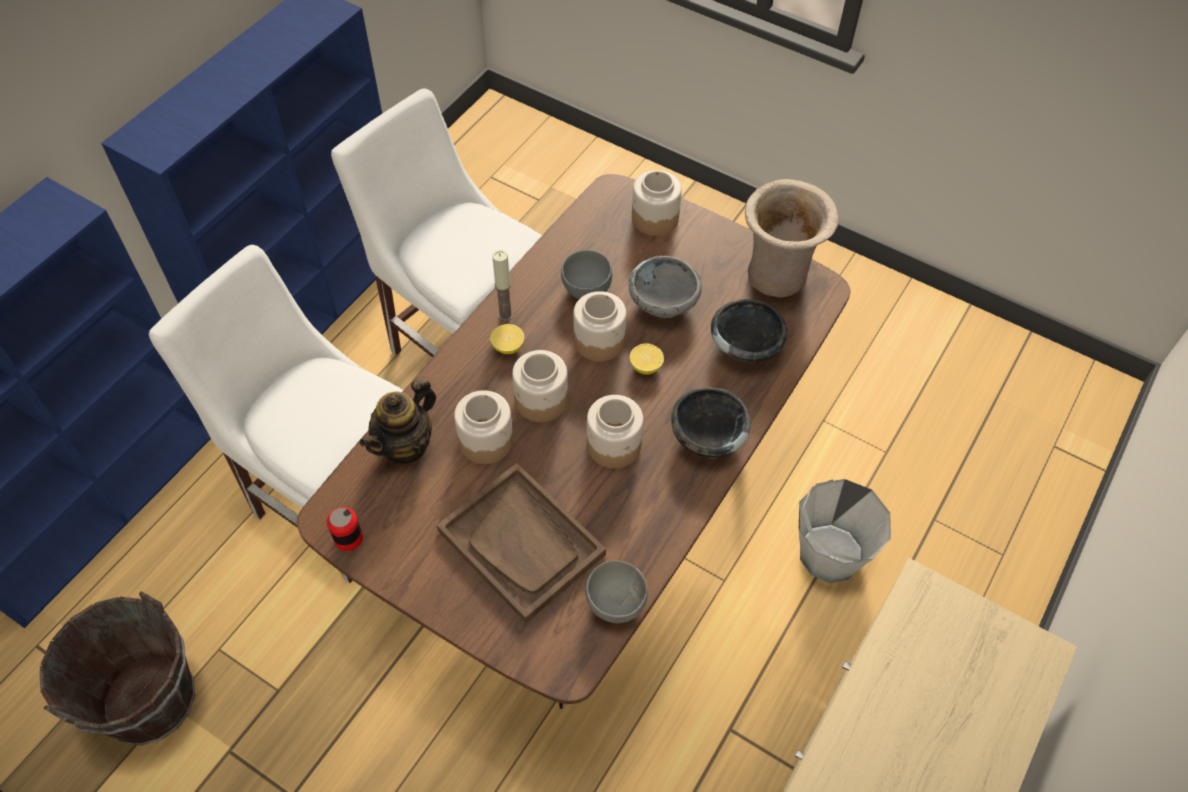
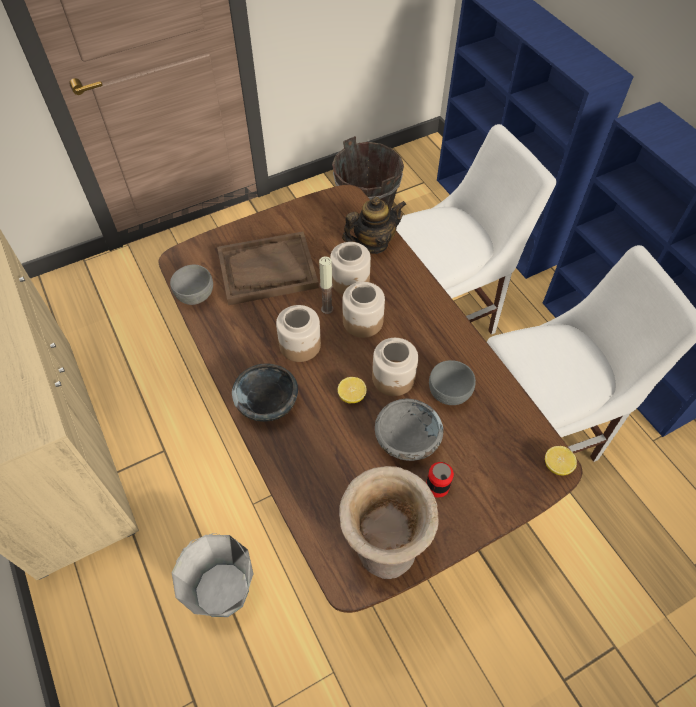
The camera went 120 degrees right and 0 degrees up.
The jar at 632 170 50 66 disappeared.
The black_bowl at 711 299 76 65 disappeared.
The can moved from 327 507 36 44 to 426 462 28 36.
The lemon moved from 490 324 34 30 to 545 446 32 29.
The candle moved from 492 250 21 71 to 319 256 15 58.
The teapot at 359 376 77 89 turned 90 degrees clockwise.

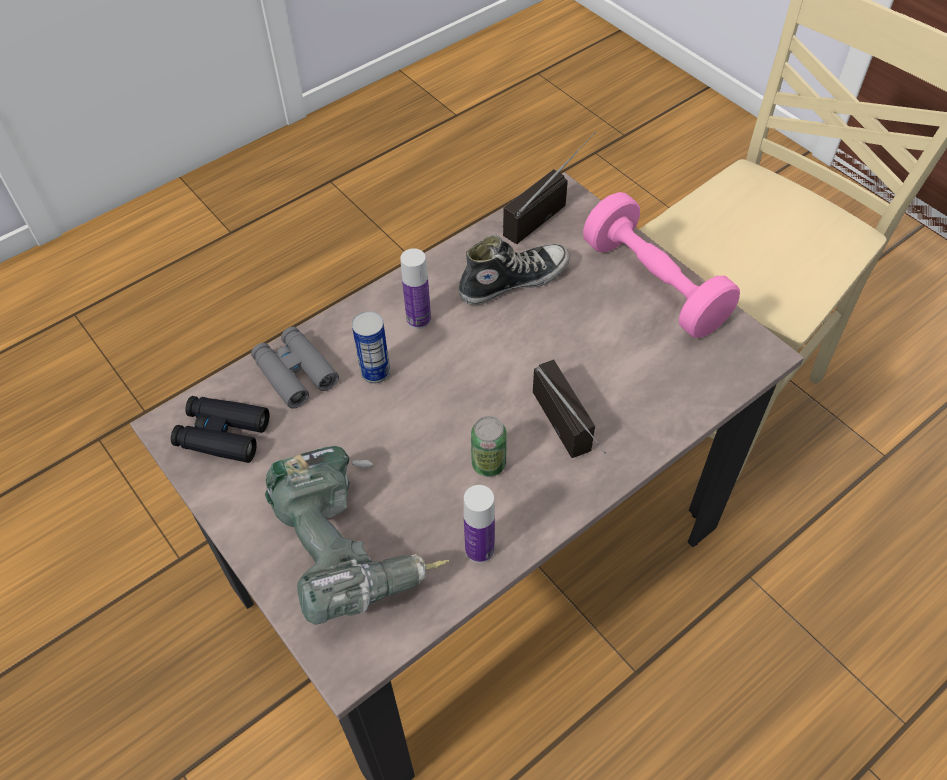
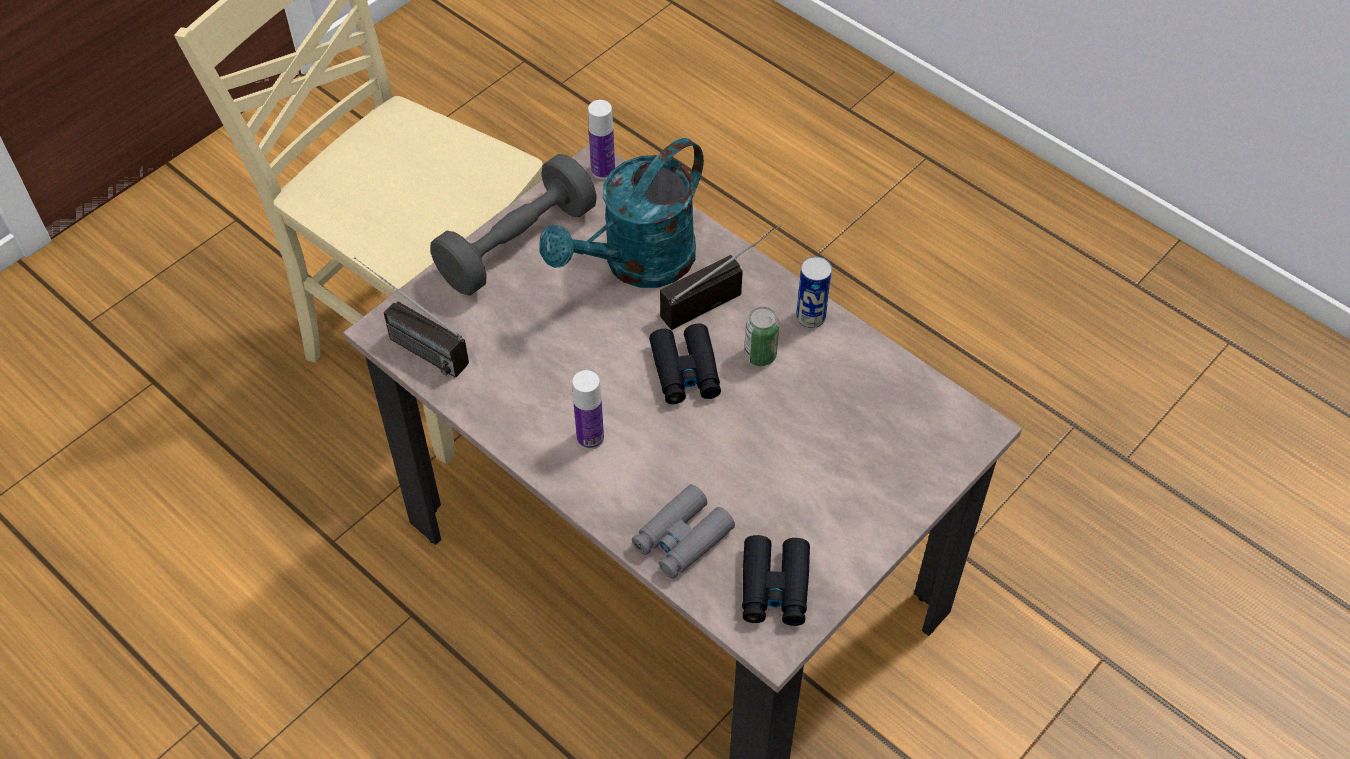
The camera went 100 degrees left and 0 degrees up.
The power_drill at 265 446 184 179 disappeared.
The shoe at 459 235 111 70 disappeared.
The turquoise_watering_can at 539 138 165 150 appeared.
The black_binoculars at 649 323 72 81 appeared.
The can moved from 352 311 38 72 to 796 257 36 71.
The bottle moved from 464 485 31 78 to 588 100 27 79.
The pink_dumbbell at 583 192 157 146 became the grey_dumbbell at 430 154 167 142.

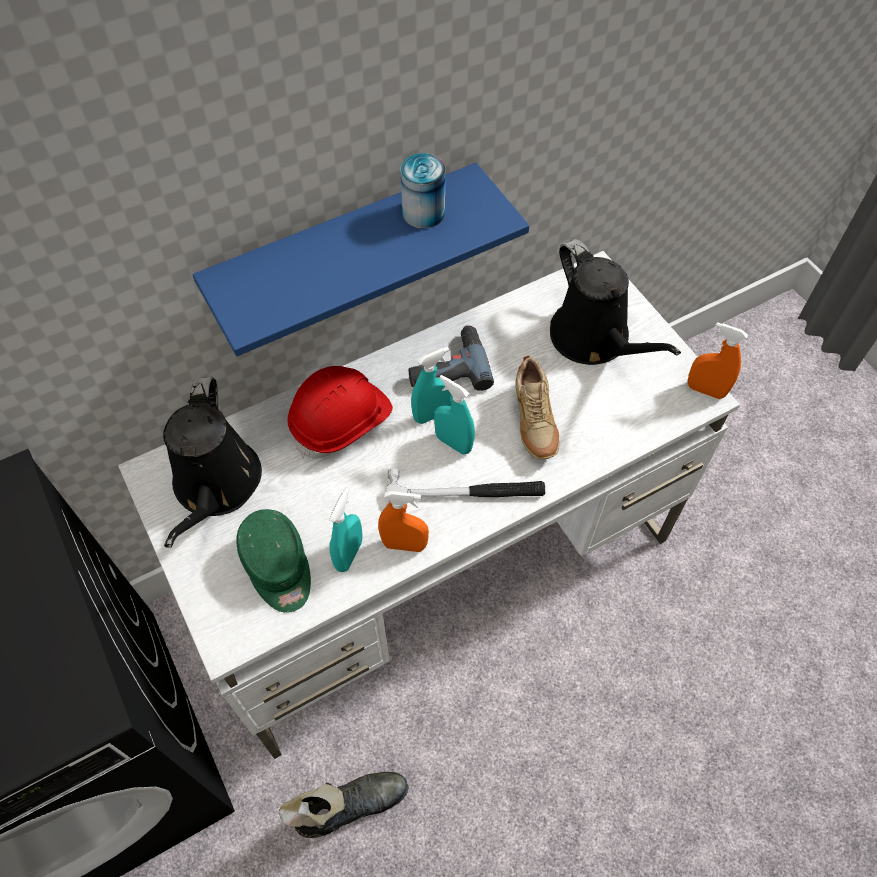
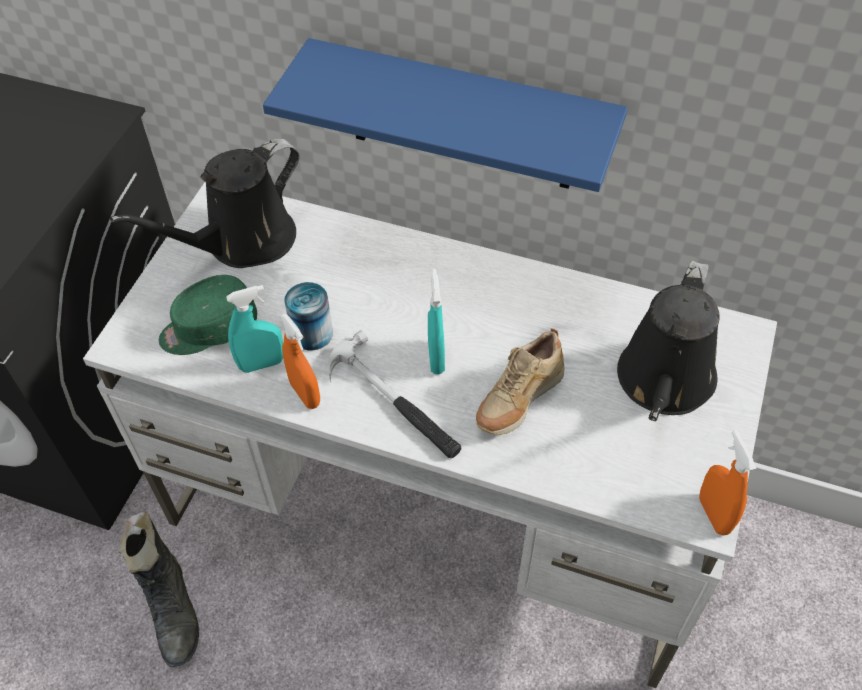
The camera went 50 degrees right and 5 degrees down.
The red_hard_hat at 287 366 106 93 disappeared.
The power_drill at 408 325 86 66 disappeared.
The turquoise_spray_bottle at 411 347 41 77 disappeared.
The can moved from 400 153 45 76 to 284 282 49 68.
The green_cap at 236 509 75 104 turned 45 degrees clockwise.
The black_boot at 279 772 129 66 turned 45 degrees clockwise.

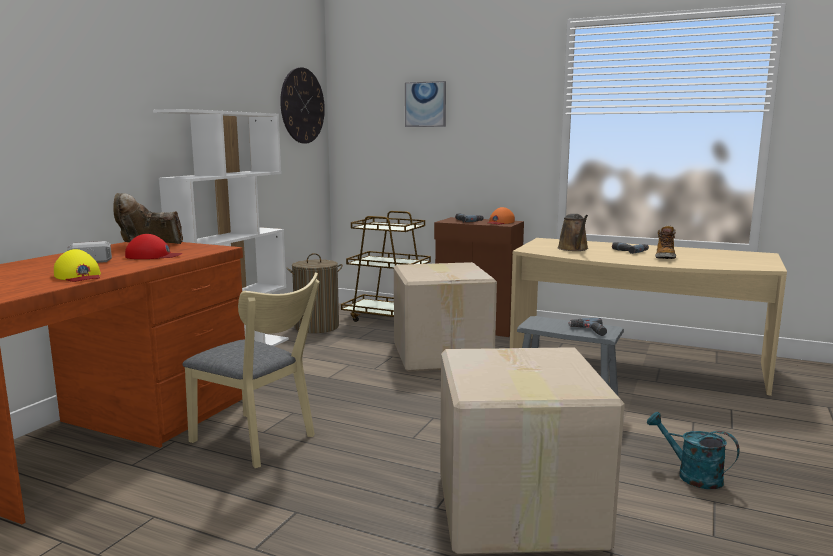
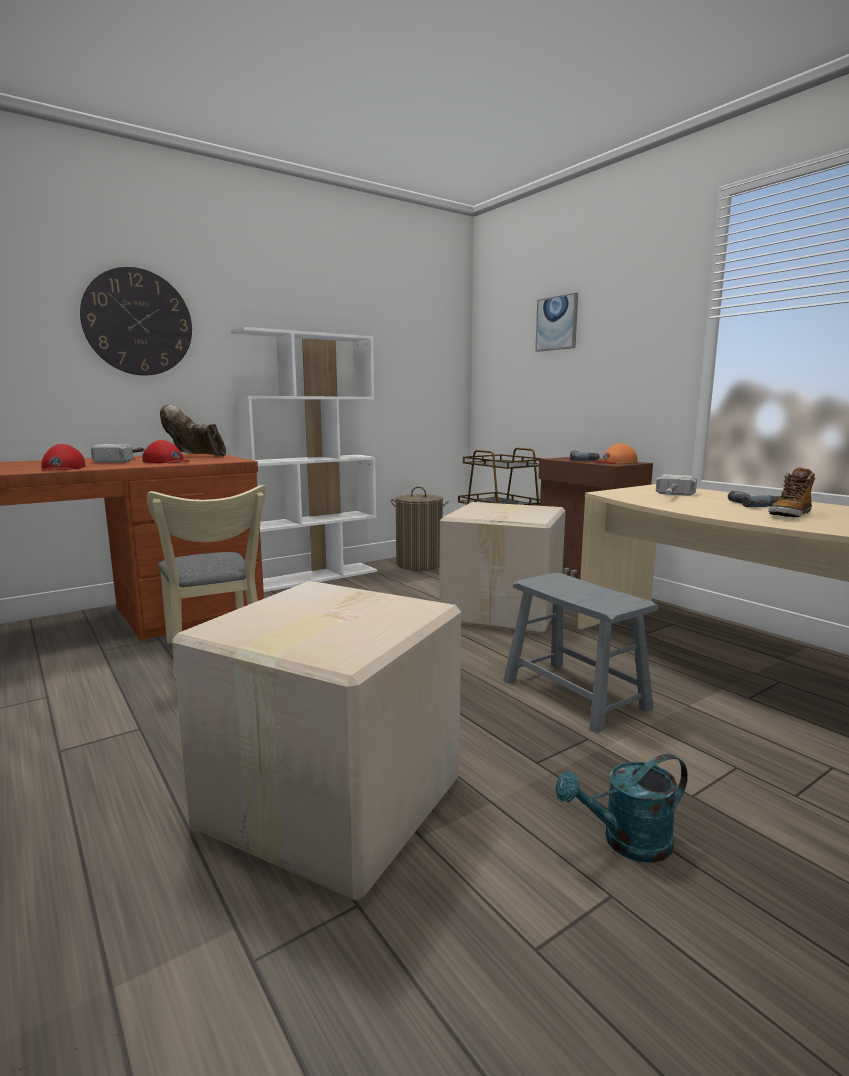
The camera went 30 degrees right and 0 degrees up.
The power_drill at 568 318 39 18 disappeared.
The wall_clock moved from 280 67 45 77 to 80 267 112 109.
The brown_watering_can at 557 214 31 37 was replaced by the hammer at 656 474 41 22.
The yellow_cap at 54 249 47 33 became the red_cap at 41 444 44 27.
The turquoise_watering_can at 647 412 93 77 turned 90 degrees counterclockwise.

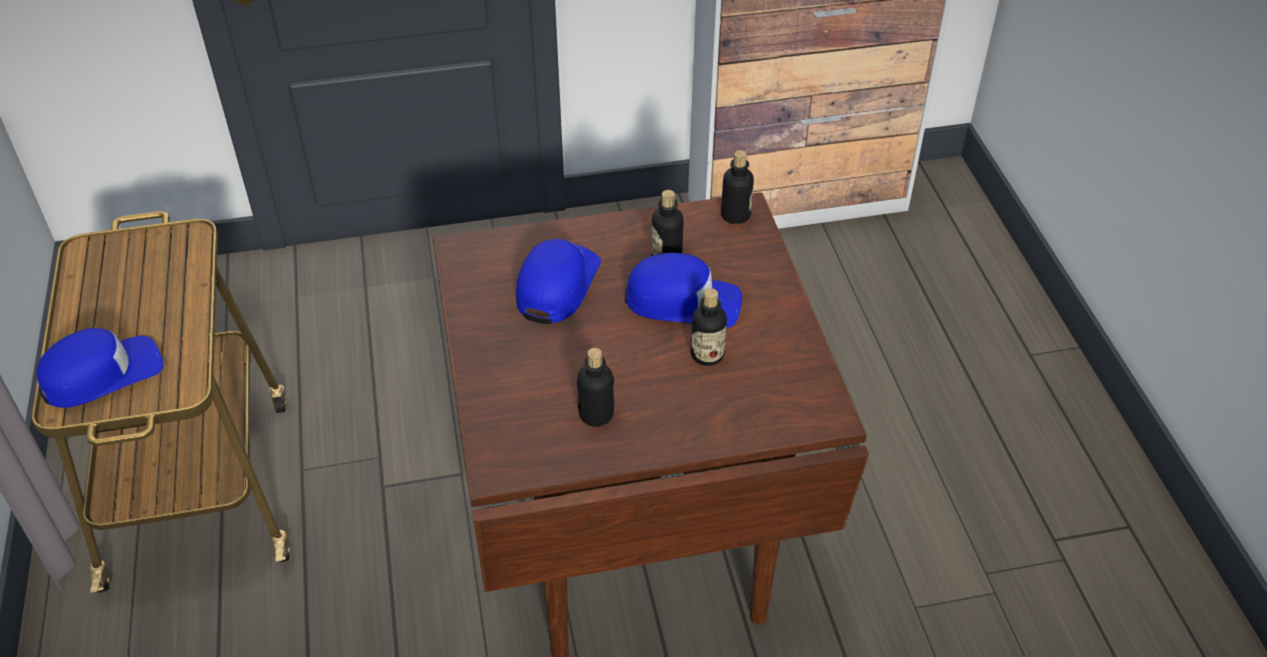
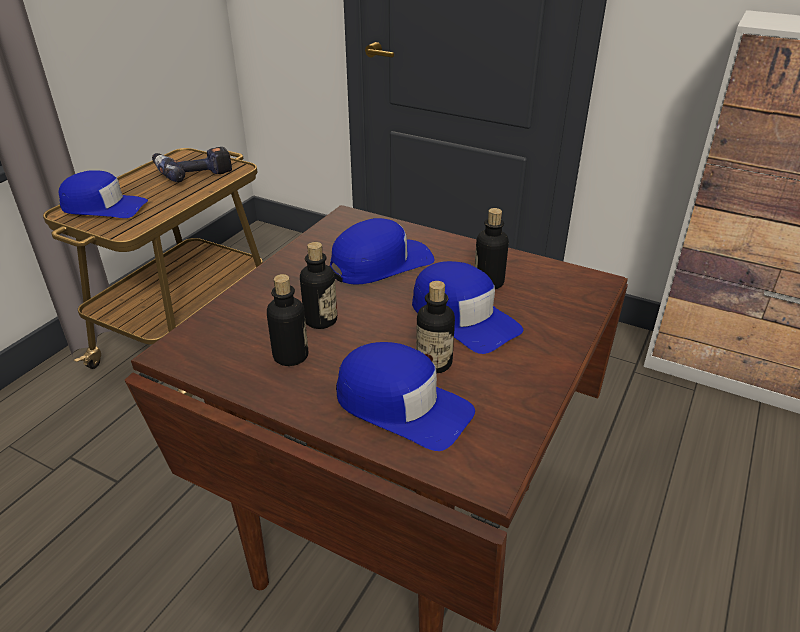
The camera went 40 degrees right and 10 degrees down.
The power_drill at 152 147 80 35 appeared.
The blue_cap at 336 342 139 109 appeared.
The bottle moved from 721 150 33 74 to 300 242 37 87.

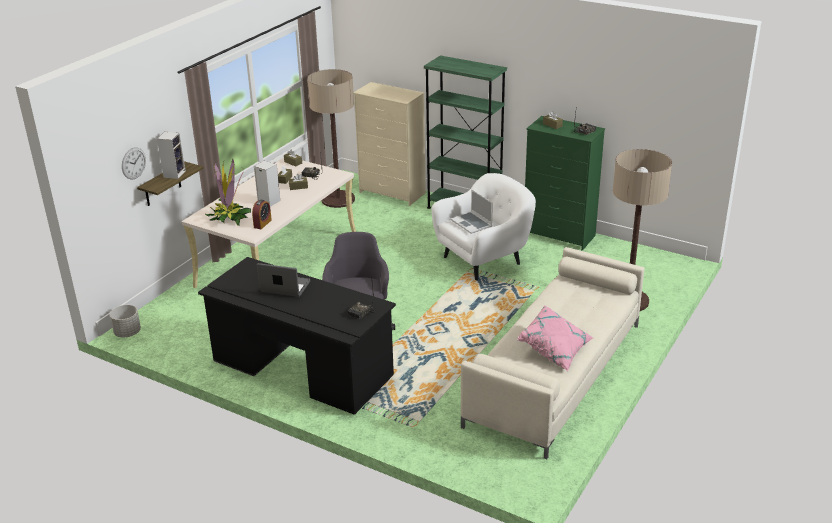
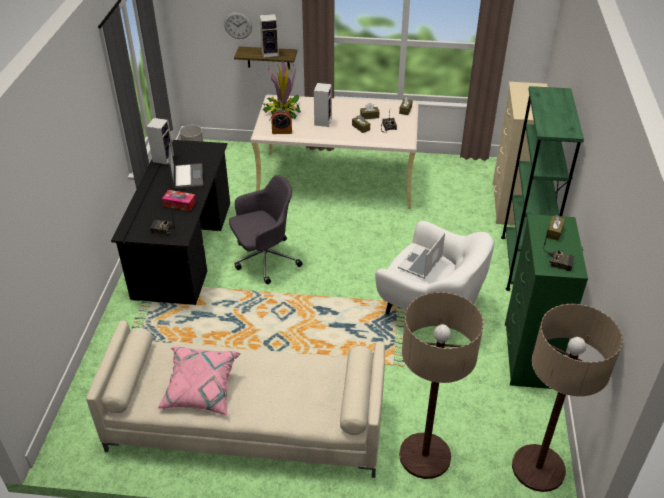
The camera went 65 degrees right and 10 degrees up.
The speaker at 146 118 28 46 appeared.
The tissue_box at 162 190 34 21 appeared.
The floor_lamp moved from 307 69 48 139 to 512 304 111 188.

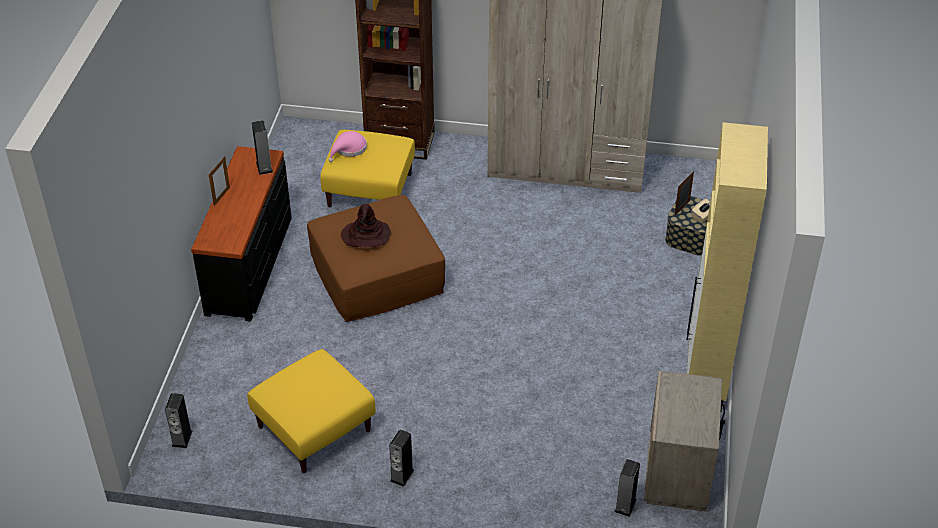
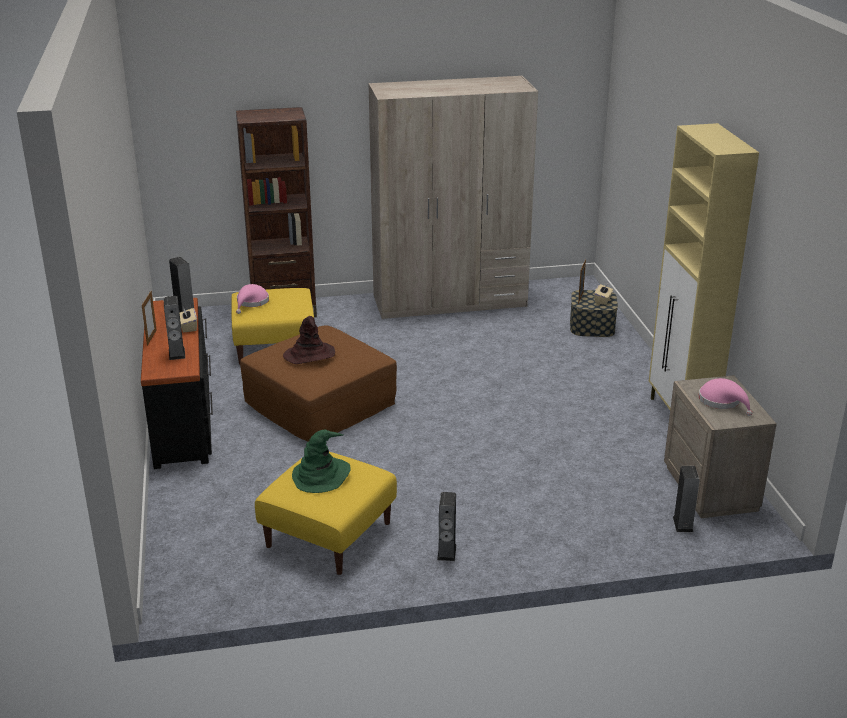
The camera went 20 degrees left and 15 degrees down.
The beige_tissue_box at 180 306 17 26 appeared.
The green_hat at 292 430 59 63 appeared.
The pink_hat at 699 378 53 38 appeared.
The speaker moved from 165 393 27 55 to 164 296 21 64.

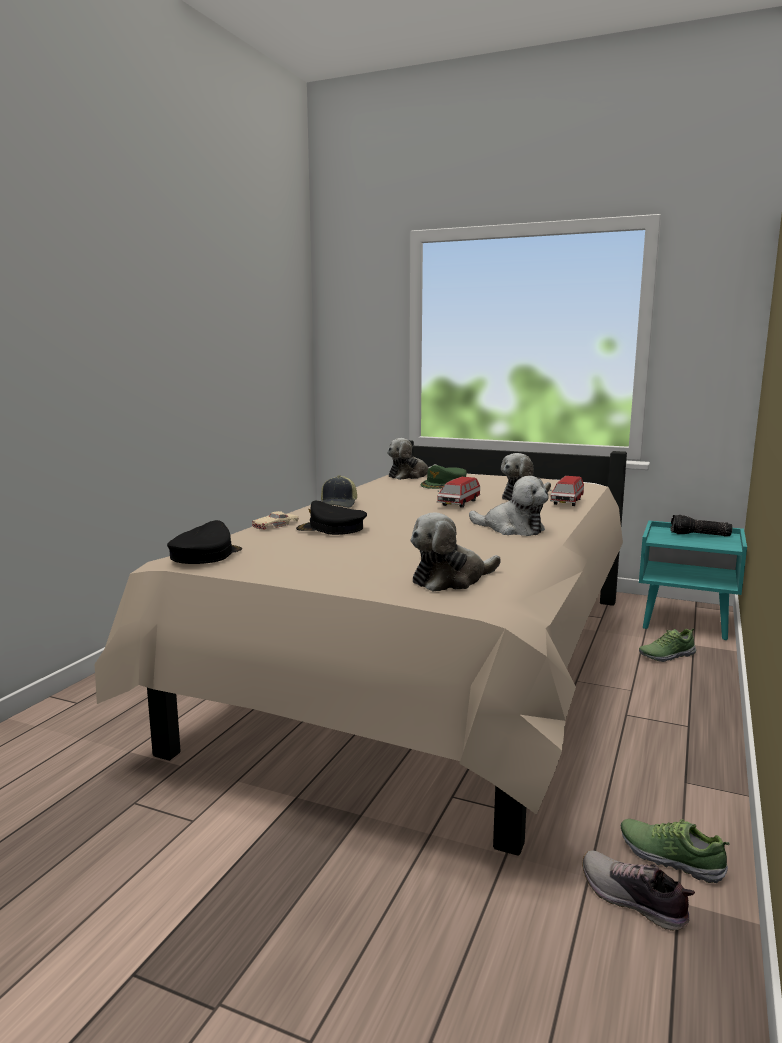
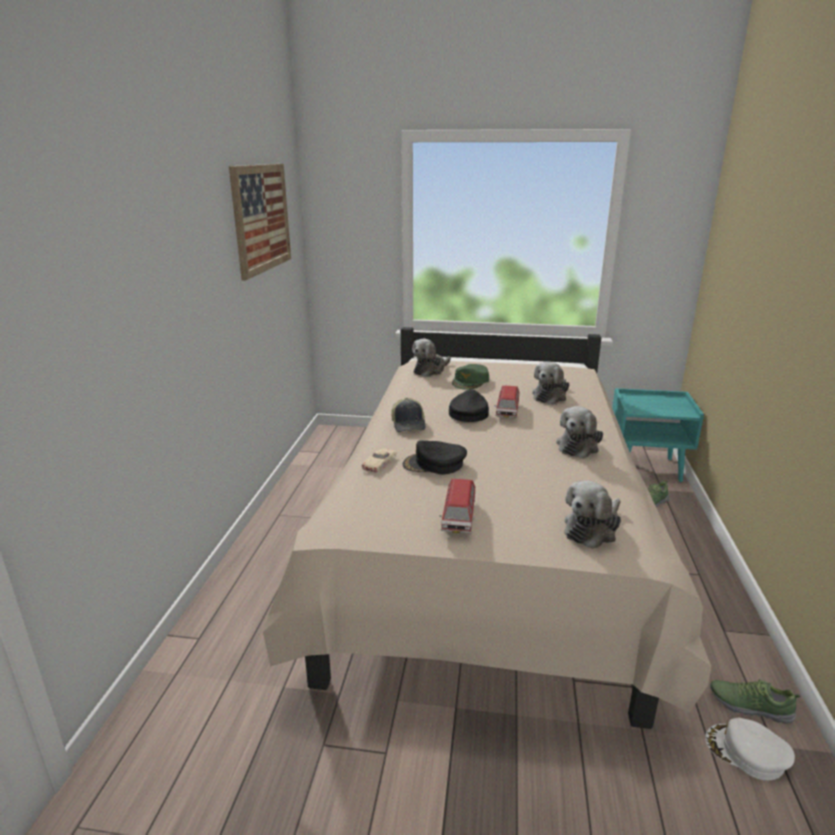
The camera went 15 degrees left and 10 degrees up.
The flashlight at 670 515 62 22 disappeared.
The picture at 229 164 62 117 appeared.
The black_cap moved from 167 520 75 44 to 449 389 40 33.
The toy_car moved from 550 476 34 30 to 439 479 36 54.
The shoe at 582 850 113 81 was replaced by the white_cap at 705 718 90 62.
The plush_toy at 469 476 79 60 turned 105 degrees clockwise.

